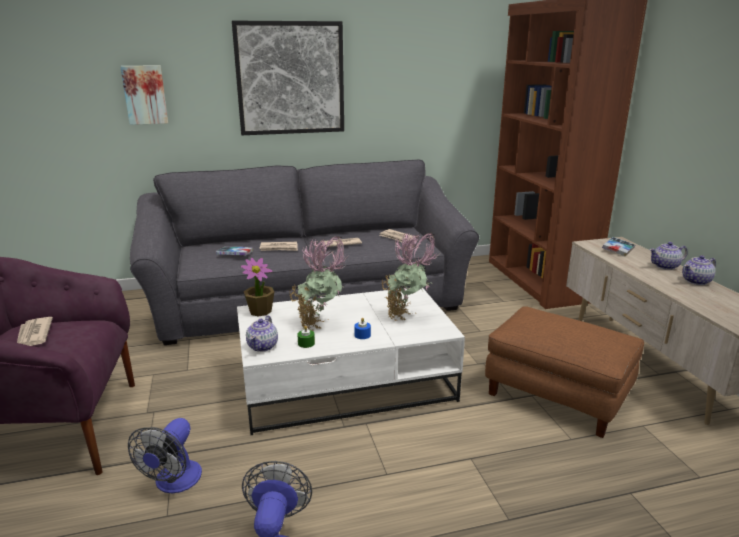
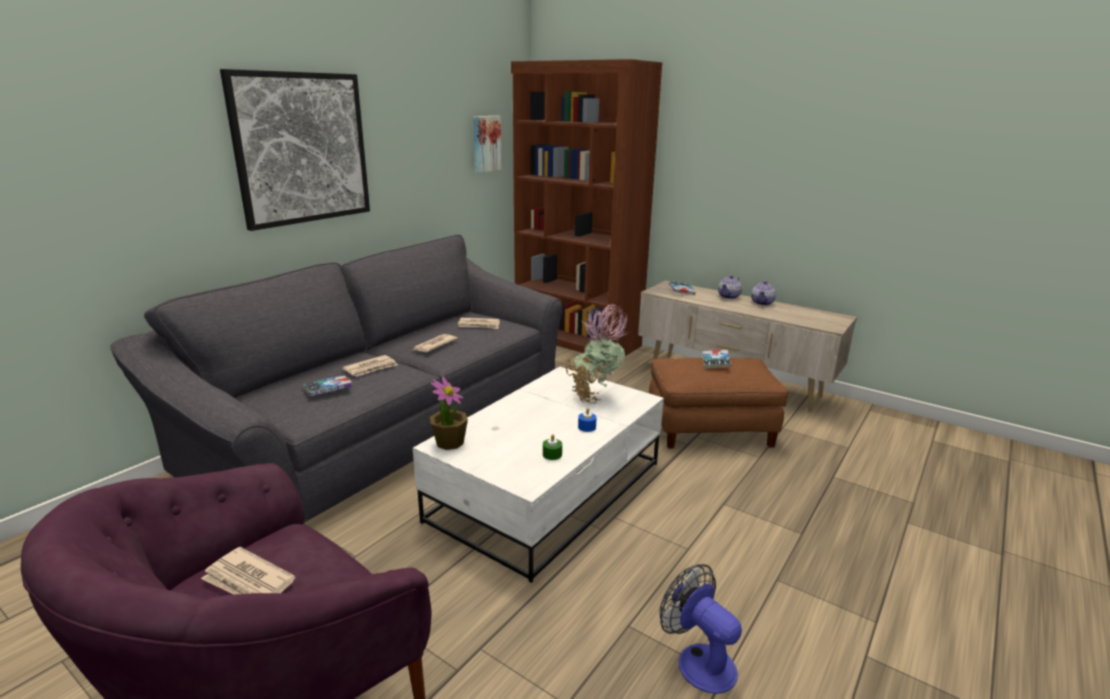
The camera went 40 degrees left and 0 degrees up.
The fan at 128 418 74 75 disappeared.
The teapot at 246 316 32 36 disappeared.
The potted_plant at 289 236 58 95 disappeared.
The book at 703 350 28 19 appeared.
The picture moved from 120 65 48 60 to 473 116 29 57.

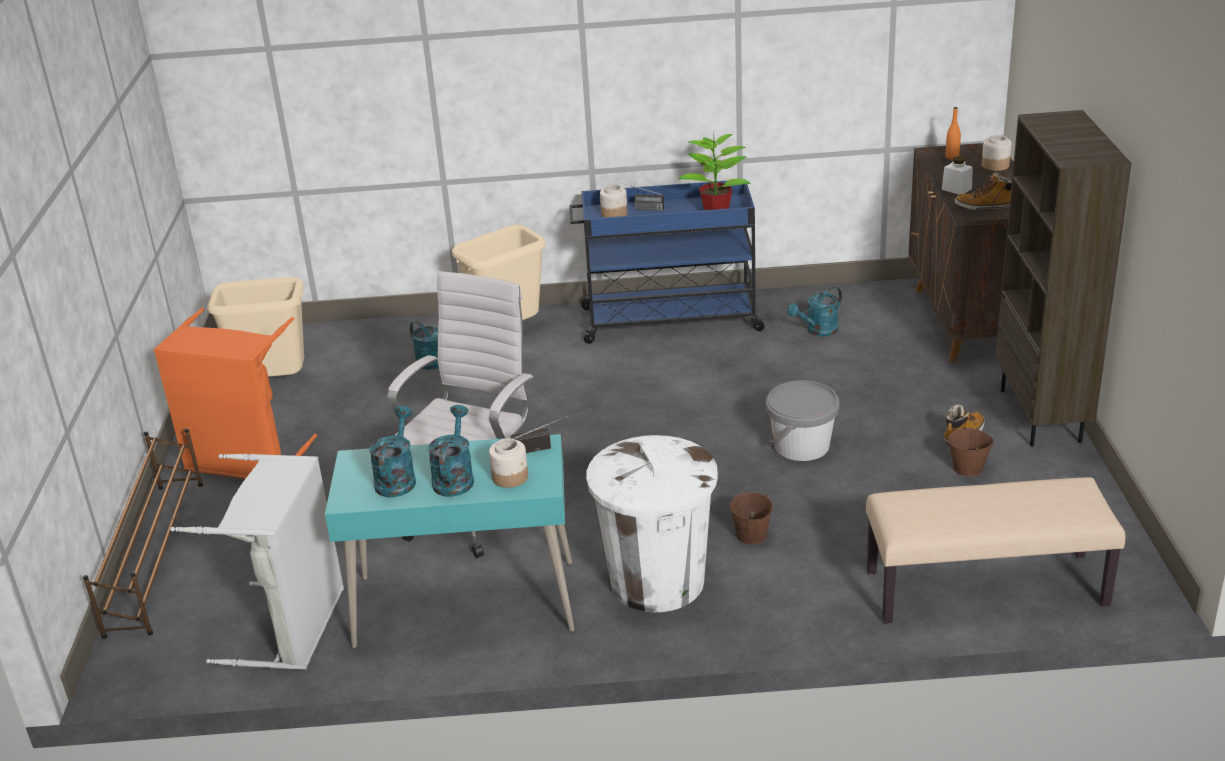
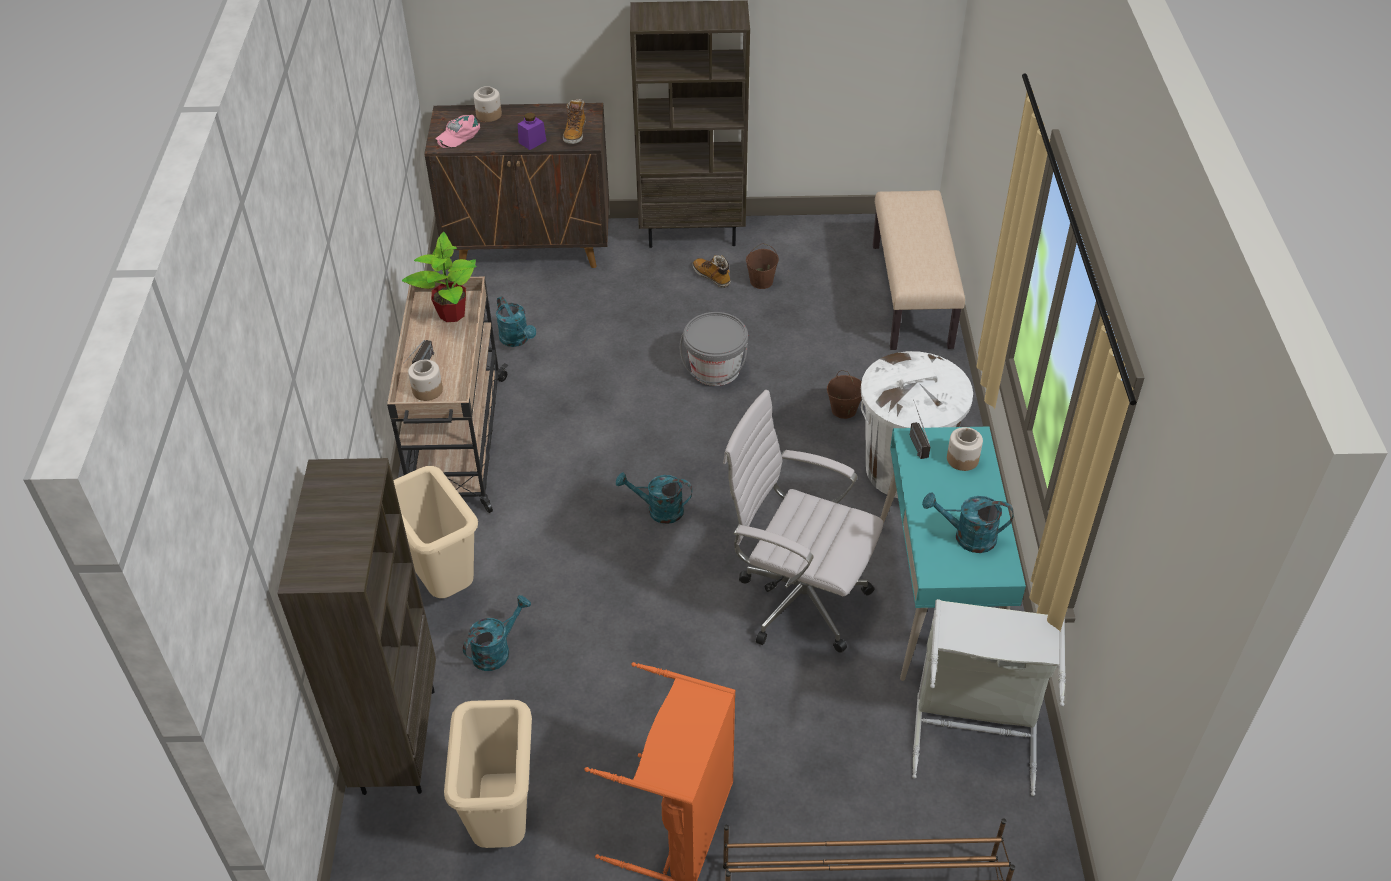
The camera went 90 degrees left and 15 degrees up.
The brown_bookcase at 277 458 159 337 appeared.
The turquoise_watering_can moved from 428 405 46 92 to 616 472 77 52.
The orange_bottle at 946 107 15 53 was replaced by the pink_cap at 436 115 44 33.
The blue_cart at 569 179 197 165 became the beige_cart at 387 277 121 236.
The white_jar at 942 156 31 39 became the purple_jar at 518 112 29 38.

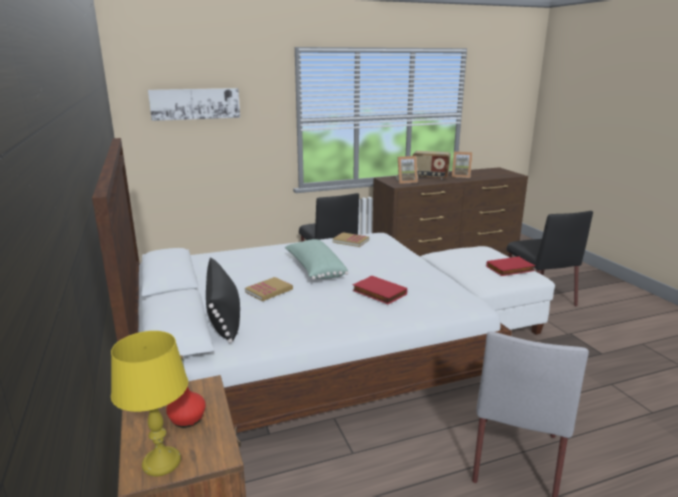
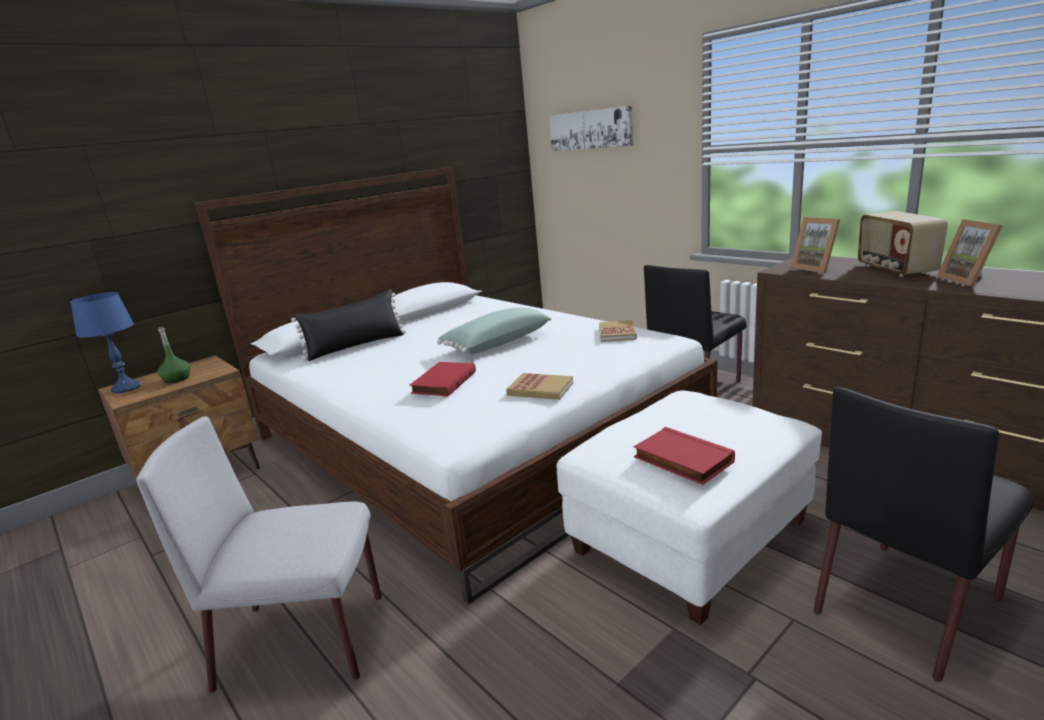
The camera went 70 degrees right and 0 degrees up.
The book moved from 245 277 48 24 to 506 373 67 27.
The yellow_table_lamp at 111 331 77 145 became the blue_table_lamp at 70 292 71 101.
The red_bottle at 166 355 40 73 became the green_bottle at 158 327 32 56.

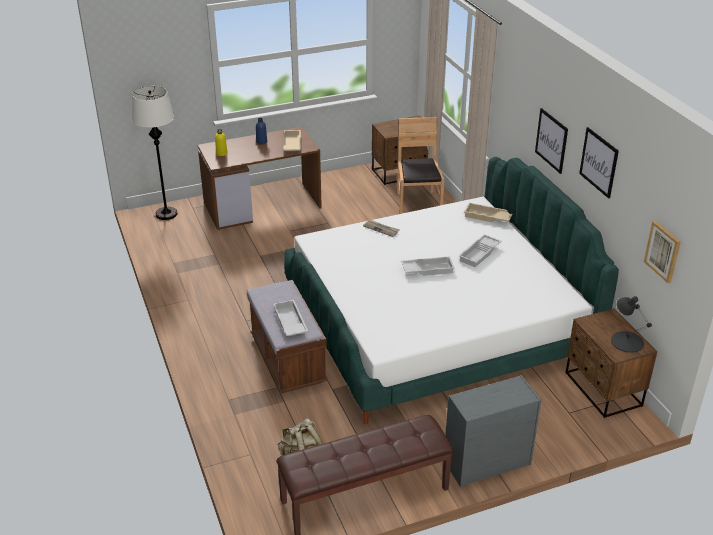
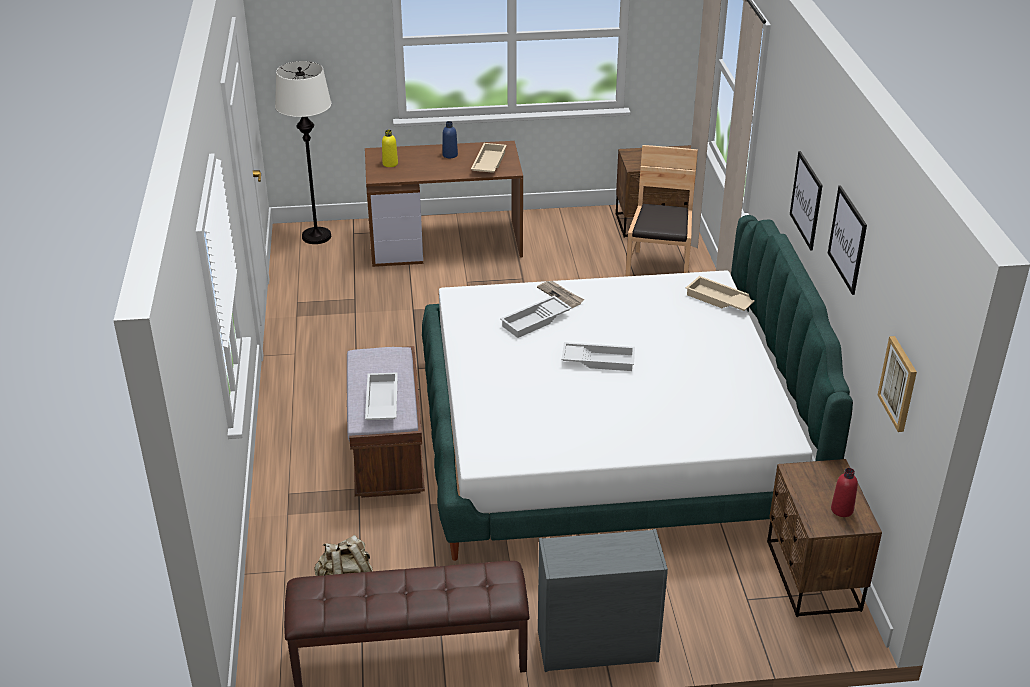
The camera went 15 degrees right and 0 degrees up.
The white_tray moved from 459 234 42 33 to 500 296 72 42.
The black_table_lamp at 611 296 41 57 was replaced by the red_bottle at 831 468 27 49.

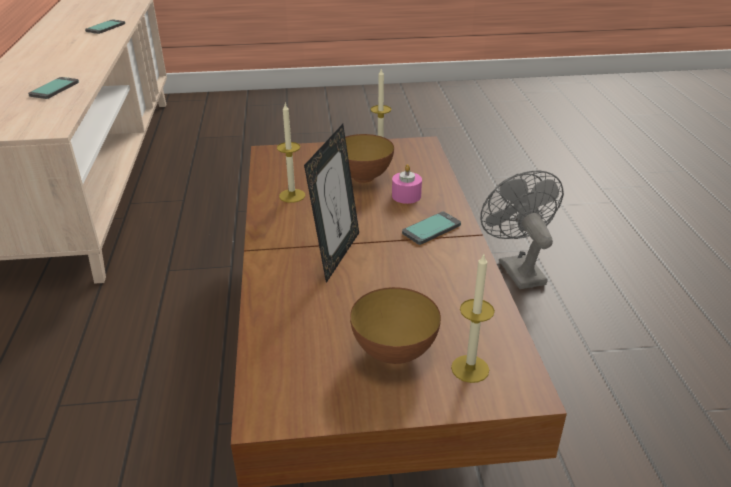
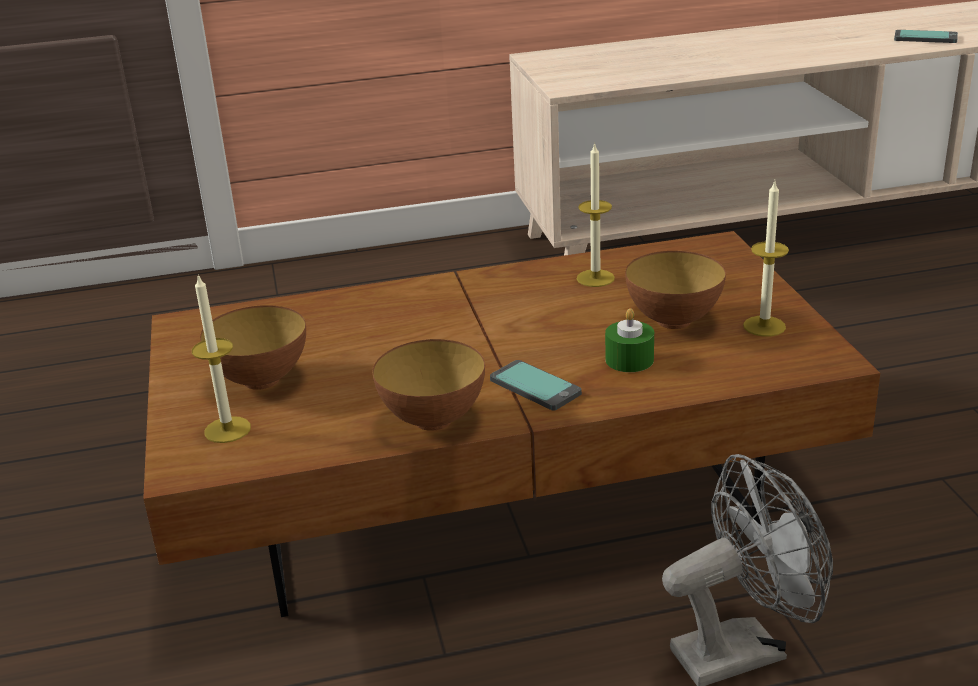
The camera went 85 degrees right and 5 degrees down.
The phone at 28 77 51 22 disappeared.
The picture_frame at 304 124 55 159 disappeared.
The bowl at 372 339 113 92 appeared.
The pink_candle at 392 164 30 40 became the green_candle at 605 308 49 64.

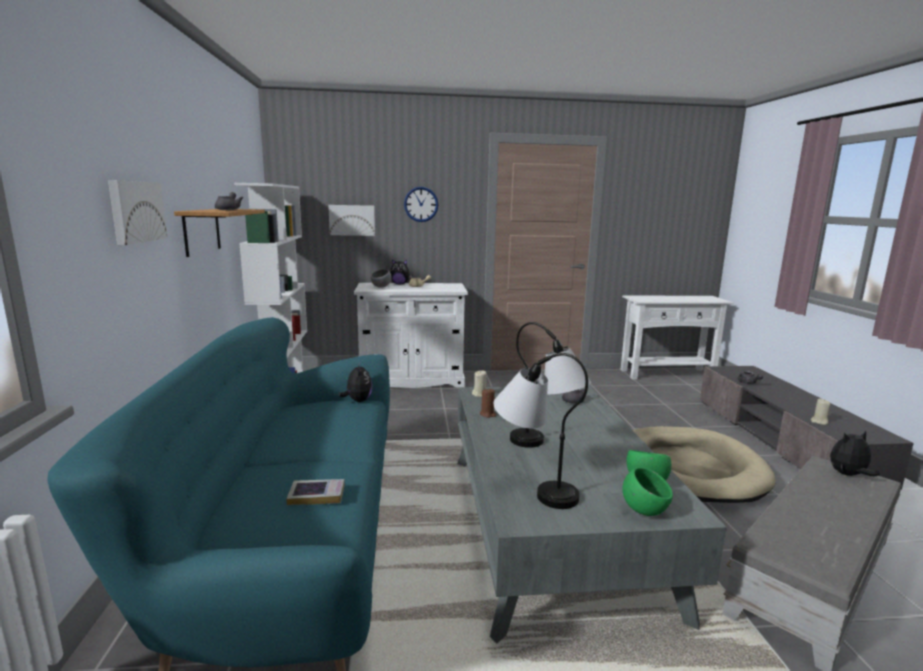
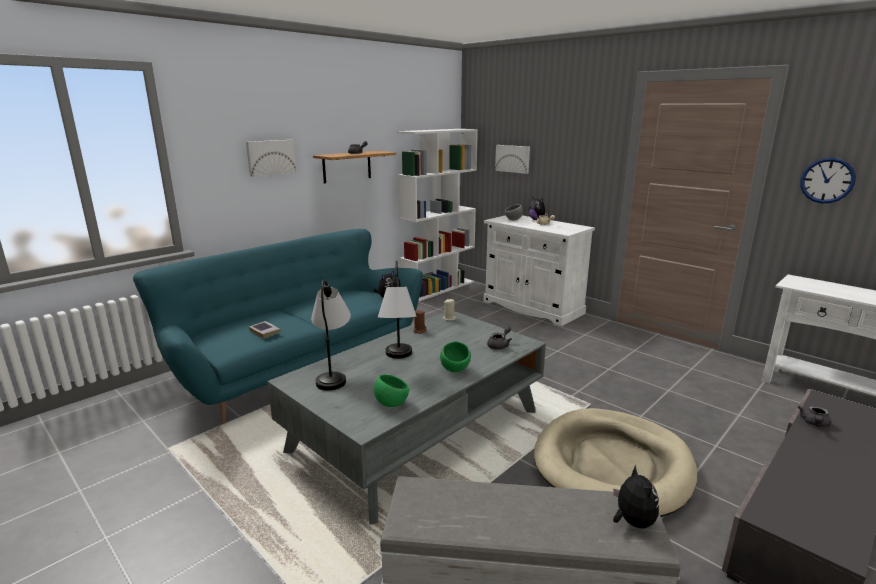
The camera went 50 degrees right and 5 degrees up.
The beige_candle at 811 399 19 26 disappeared.
The wall_clock moved from 404 187 34 35 to 800 158 56 45.
The green_bowl moved from 622 467 51 49 to 440 341 31 31.
The plush_toy at 830 431 50 45 turned 45 degrees clockwise.

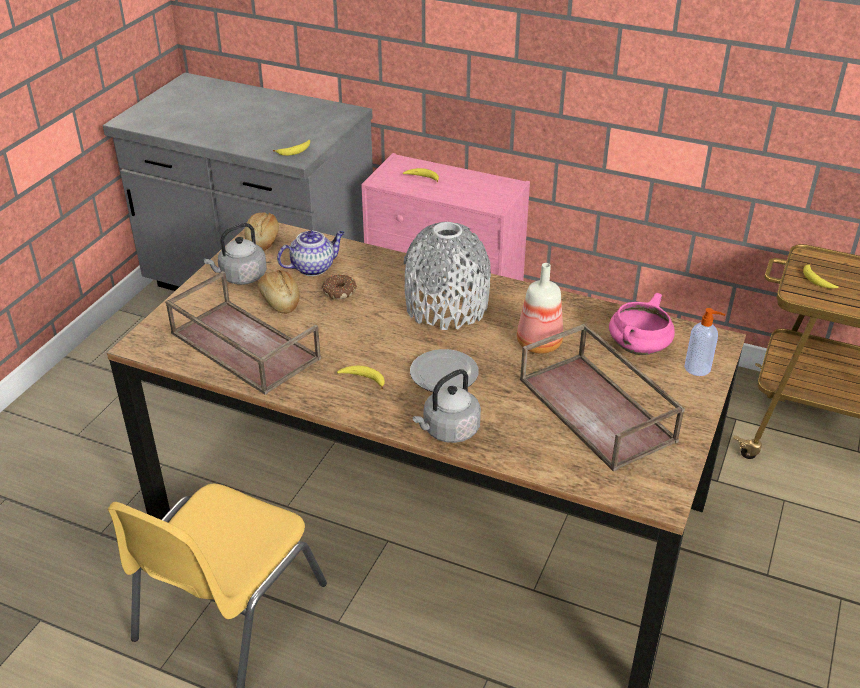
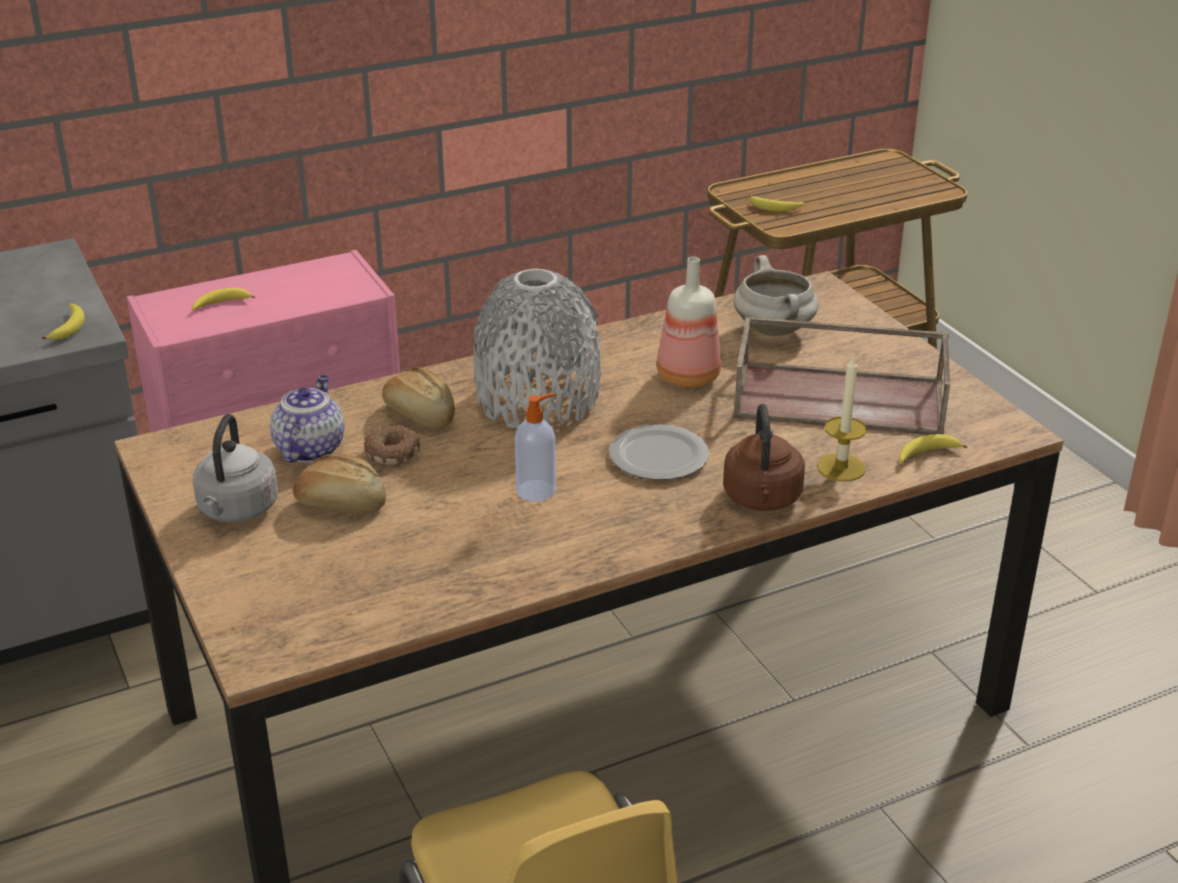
The camera went 50 degrees left and 5 degrees down.
The brown_tray at 165 271 156 124 disappeared.
The candle at 817 354 50 127 appeared.
The bread moved from 244 212 35 39 to 382 367 73 62.
The banana moved from 337 366 48 23 to 899 434 69 29.
The soap_dispenser moved from 685 308 41 68 to 515 393 42 109.
The grey_kettle at 413 369 68 74 became the brown_kettle at 723 404 82 107.
The pink_cooking_pot at 609 293 66 62 became the white_cooking_pot at 733 255 85 81.

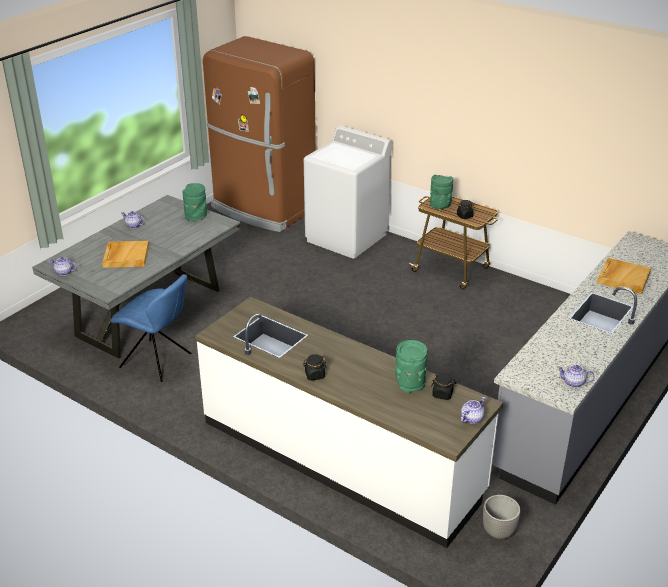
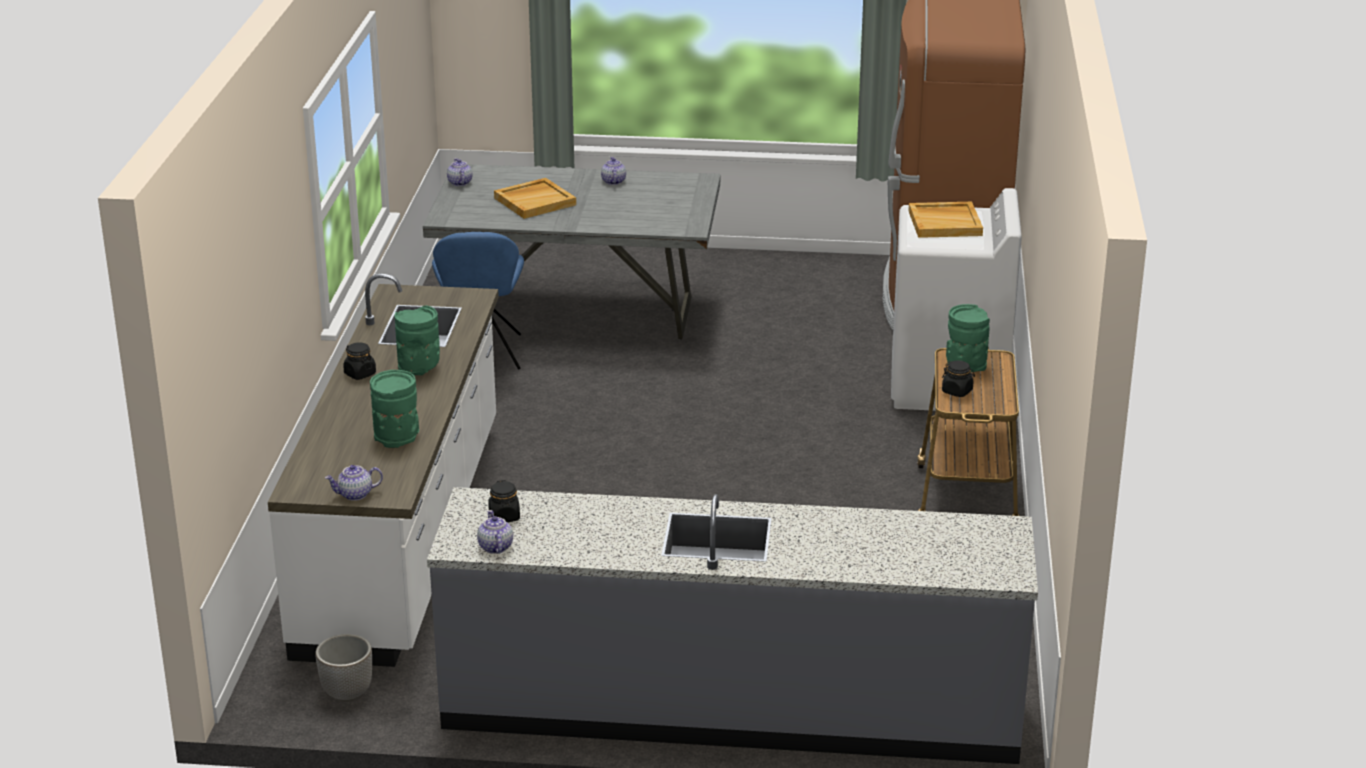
The camera went 60 degrees right and 5 degrees down.
The green_vase moved from 183 183 24 38 to 394 305 46 70.
The black_jar moved from 431 373 25 27 to 488 480 32 42.
The beige_tray moved from 597 258 54 36 to 909 202 74 36.
The teapot at 461 397 24 27 turned 150 degrees clockwise.

